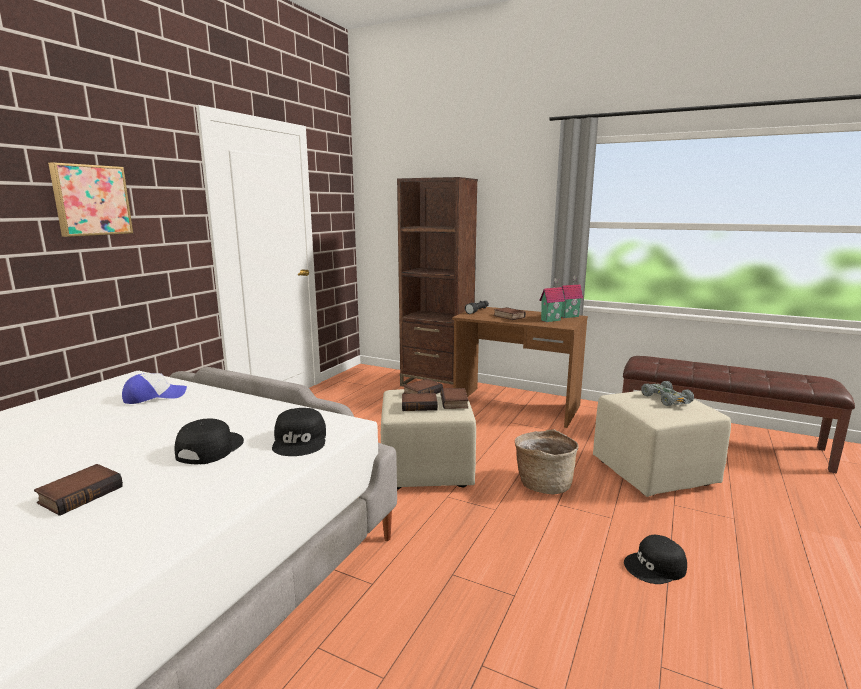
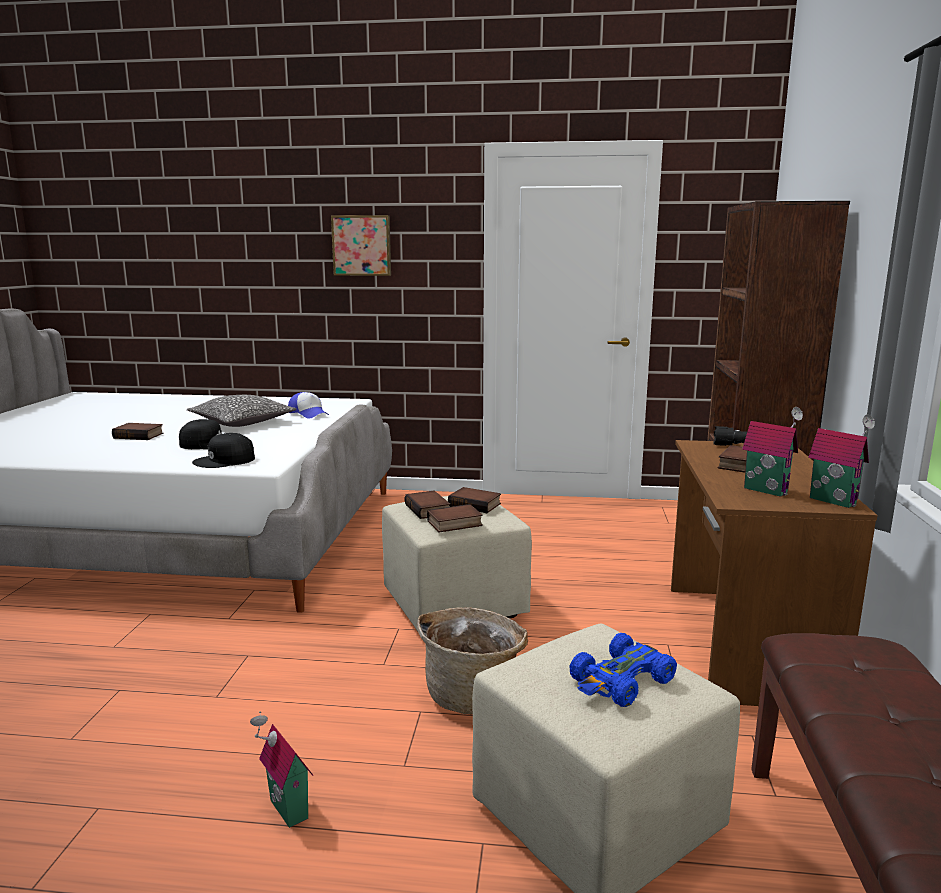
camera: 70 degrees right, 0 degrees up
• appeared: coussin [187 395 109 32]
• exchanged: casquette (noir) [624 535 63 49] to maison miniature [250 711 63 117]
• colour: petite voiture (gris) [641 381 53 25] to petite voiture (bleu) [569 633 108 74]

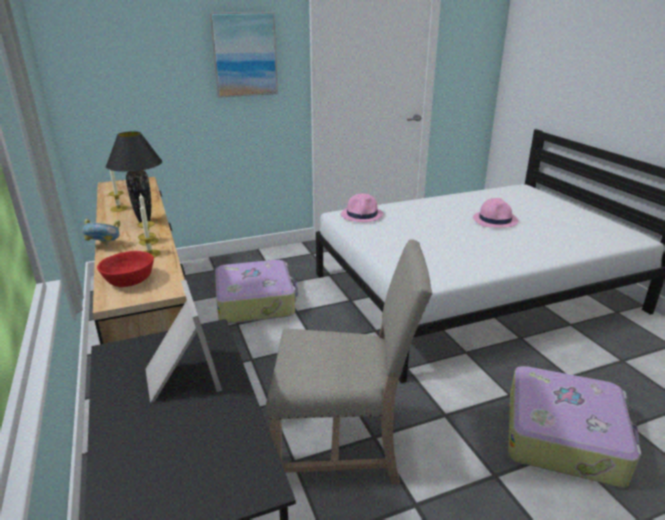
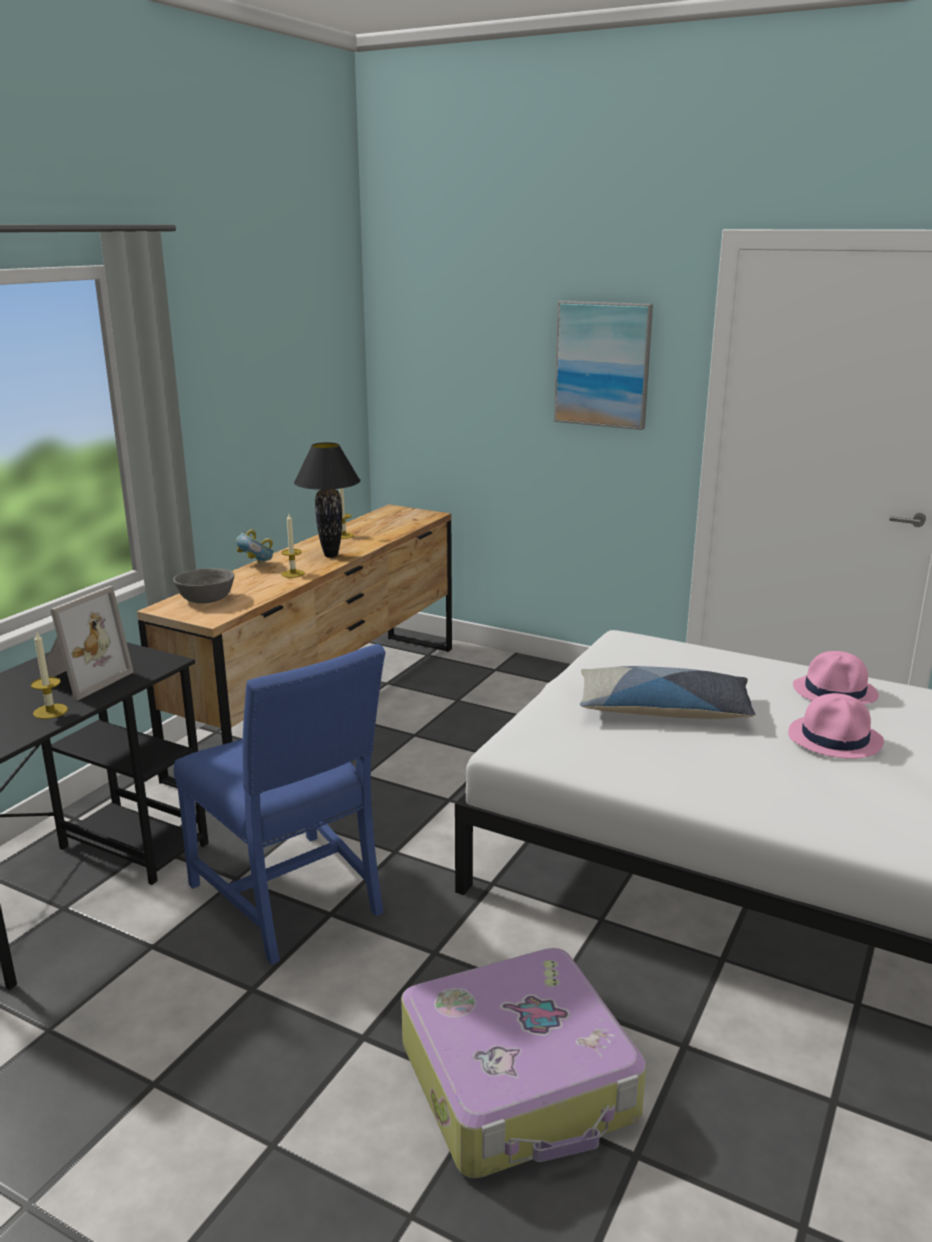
camera: 50 degrees right, 5 degrees down
• relocated: bougie [138 204 23 54] to [31 632 37 87]
• colour: bol (rouge) [97 251 57 36] to bol (gris) [173 568 62 35]
• colour: chaise (beige) [266 239 167 246] to chaise (bleu) [174 644 212 321]
• appeared: coussin [580 666 176 53]
• relocated: chapeau (rose) [341 193 43 29] to [793 651 86 53]
• missing: valise [215 260 83 64]

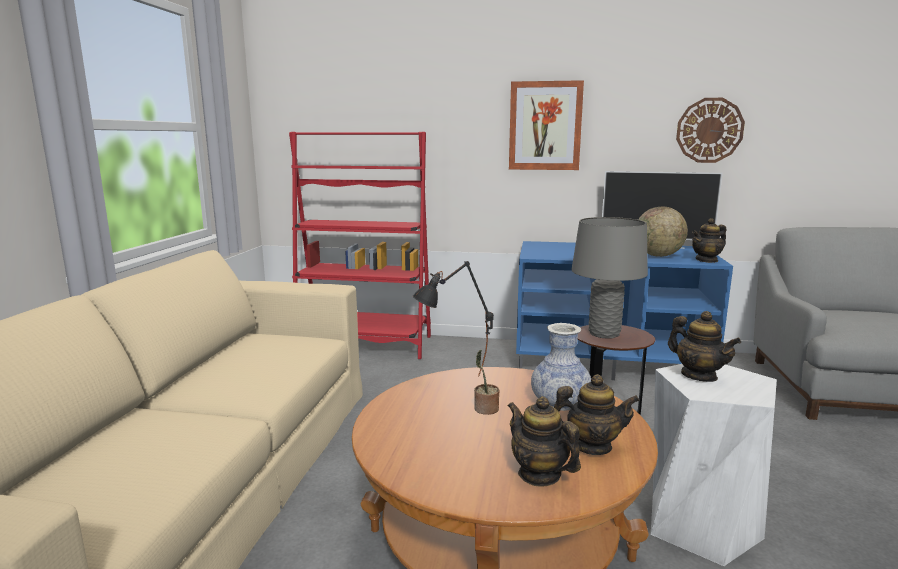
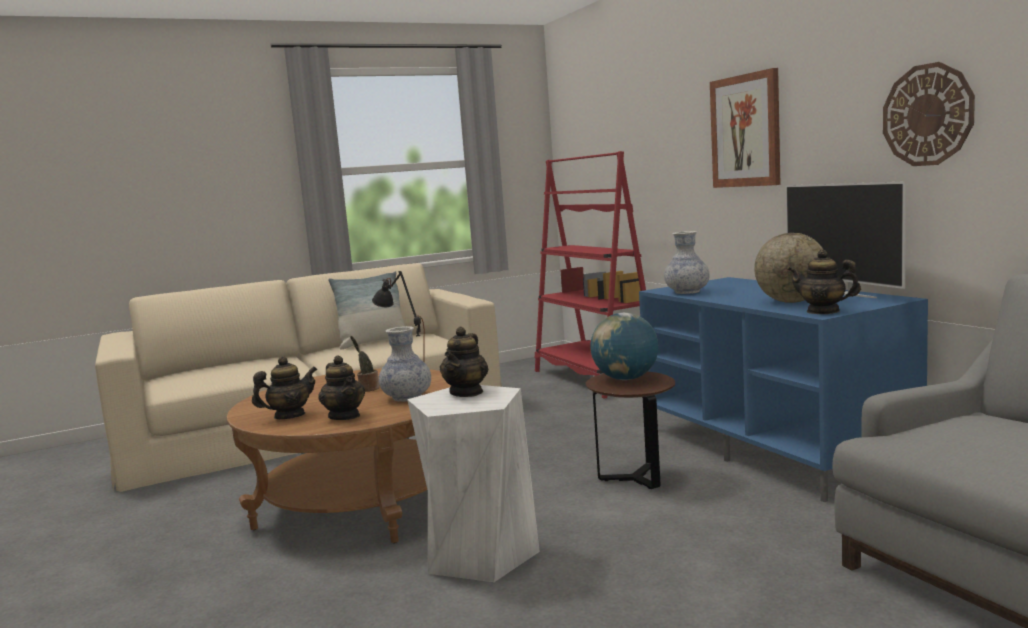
camera: 55 degrees right, 5 degrees down
• spun: théière [508 396 73 91] = [252 356 65 63] 45 degrees clockwise
• appeared: coussin [328 271 77 79]
• exchanged: lampe de table (gris) [571 217 77 121] to globe [590 313 68 67]
• appeared: vase [664 231 45 63]

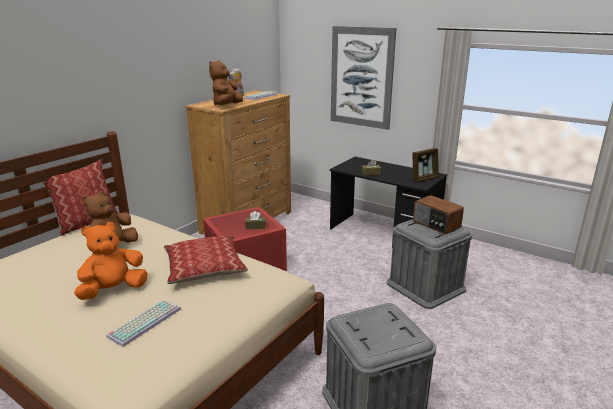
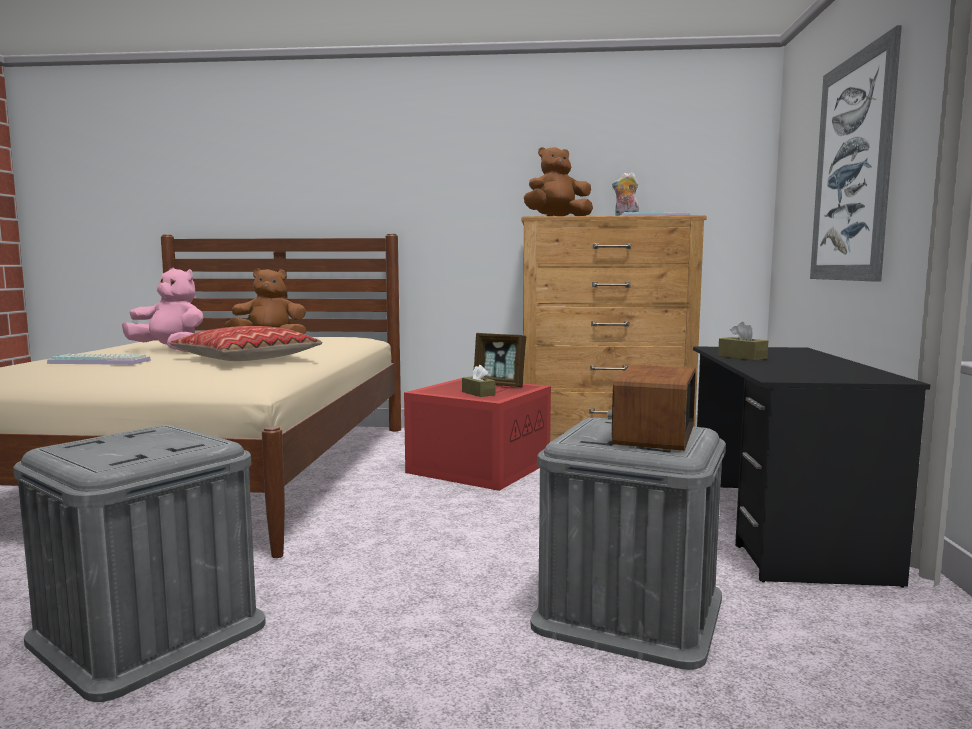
camera: 60 degrees right, 15 degrees down
• colour: peluche (orange) [74 222 74 78] to peluche (rose) [122 268 82 84]
• relocated: cadre photo [412 148 27 34] to [473 333 53 54]
• missing: coussin [42 160 76 76]

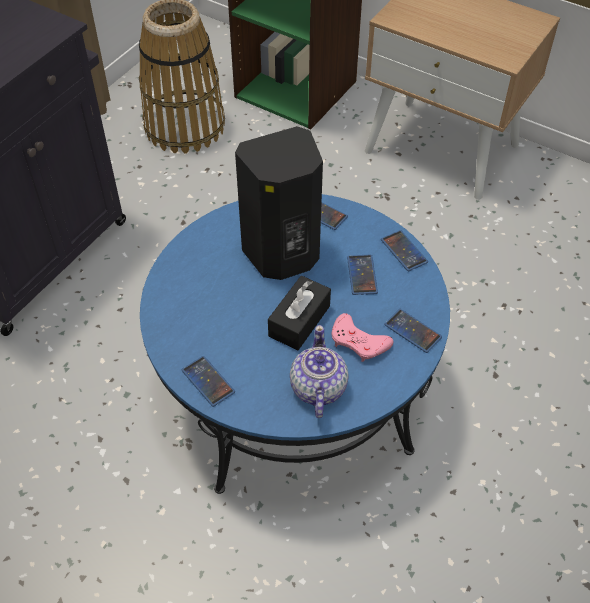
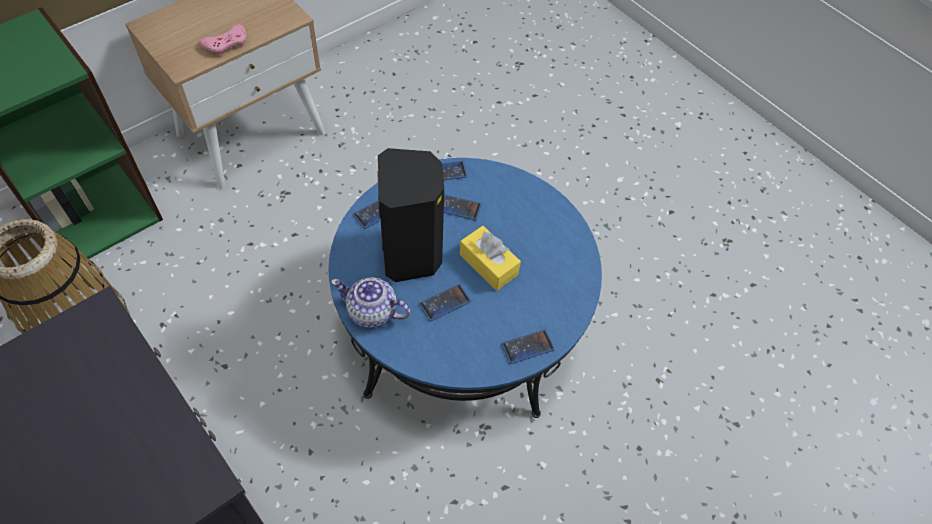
camera: 75 degrees left, 5 degrees up
• relocated: manette (rose) [332 313 61 49] to [199 24 47 33]
• relocated: théière [290 325 59 93] to [331 277 79 51]
• relocated: téléphone [384 309 58 44] to [419 284 52 37]
• colour: boîte à mouchoirs (noir) [268 276 63 74] to boîte à mouchoirs (jaune) [460 226 61 65]

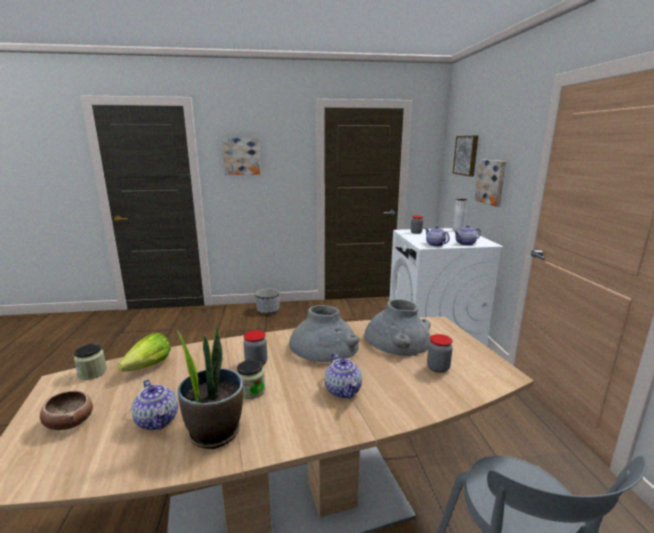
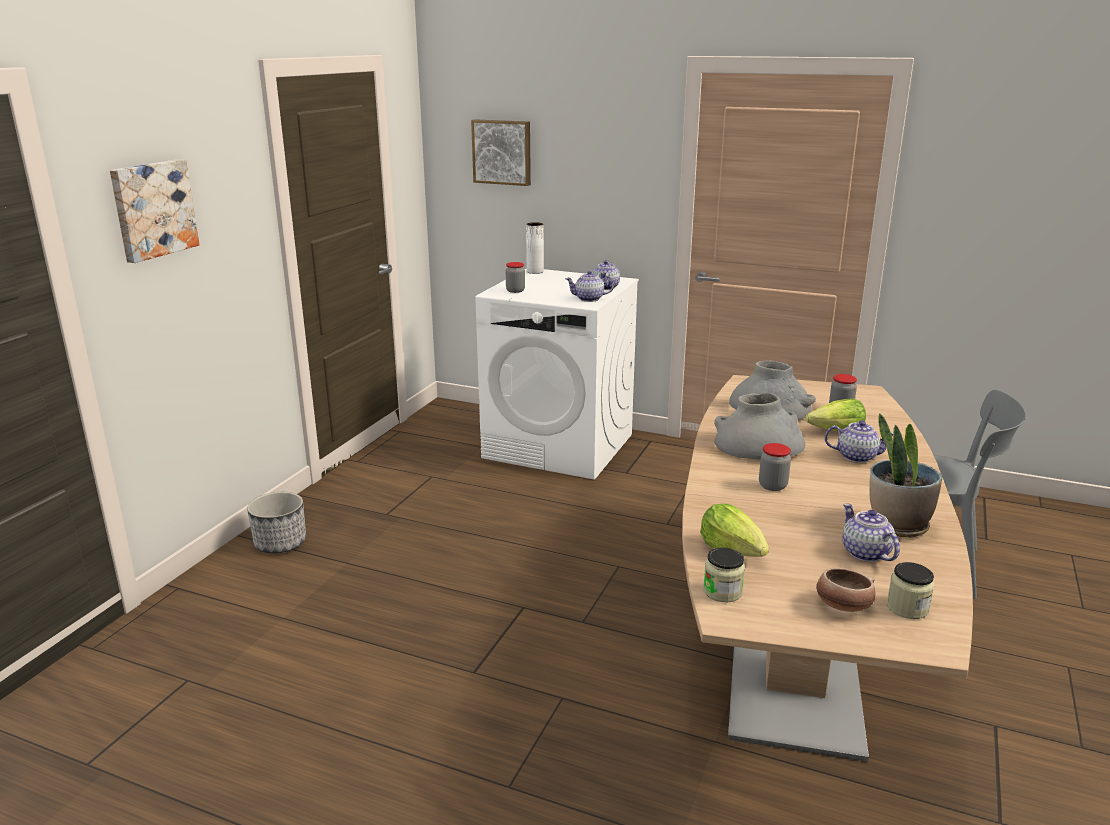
camera: 60 degrees left, 5 degrees up
• appeared: laitue [805 399 61 32]
• spun: théière [132 379 46 51] = [842 503 58 59] 105 degrees counterclockwise
• relocated: bocal [237 359 28 40] to [887 562 47 57]
• missing: tableau [474 159 32 48]

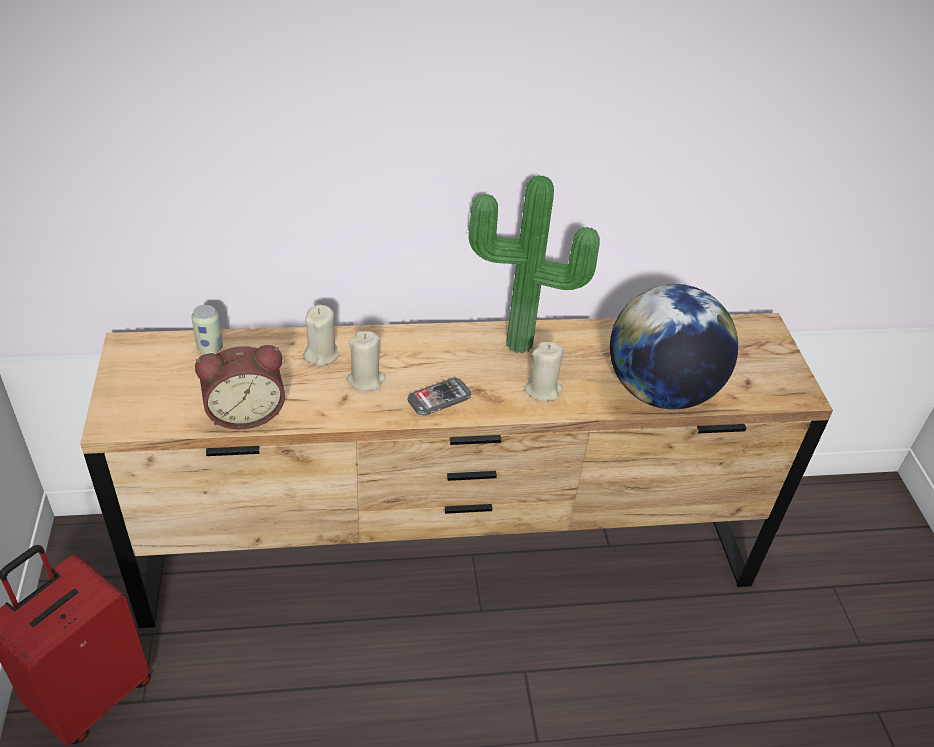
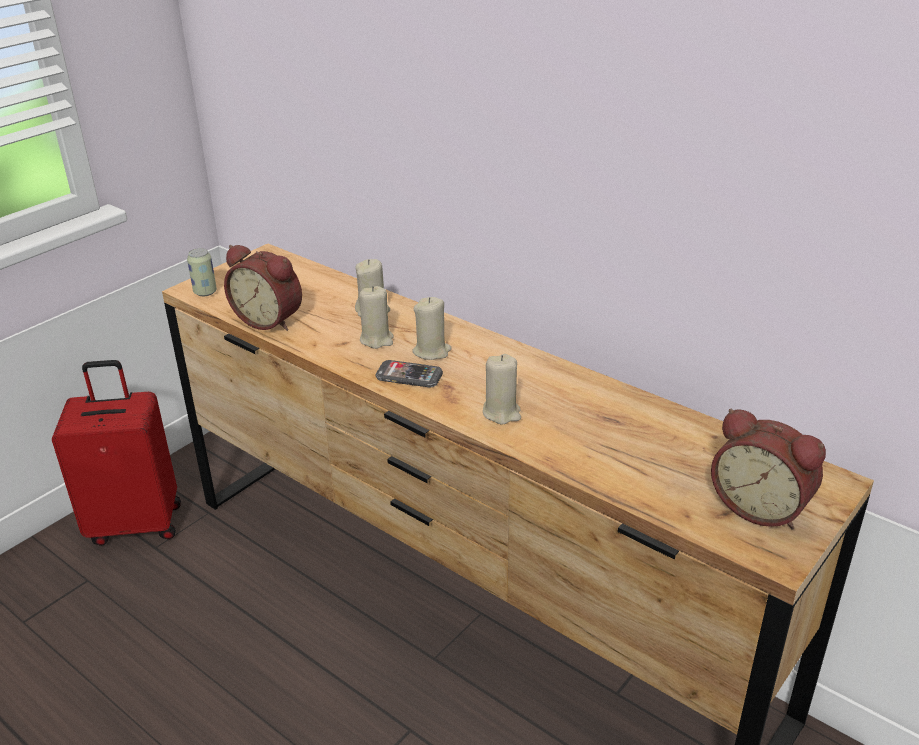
camera: 50 degrees right, 10 degrees down
• relocated: boîte métallique [192 305 31 49] to [187 248 30 48]
• appeared: bougie (beige) [412 297 39 63]
• appeared: réveil [711 409 115 121]
• missing: plante en pot [469 175 131 178]
• missing: globe [610 284 128 125]

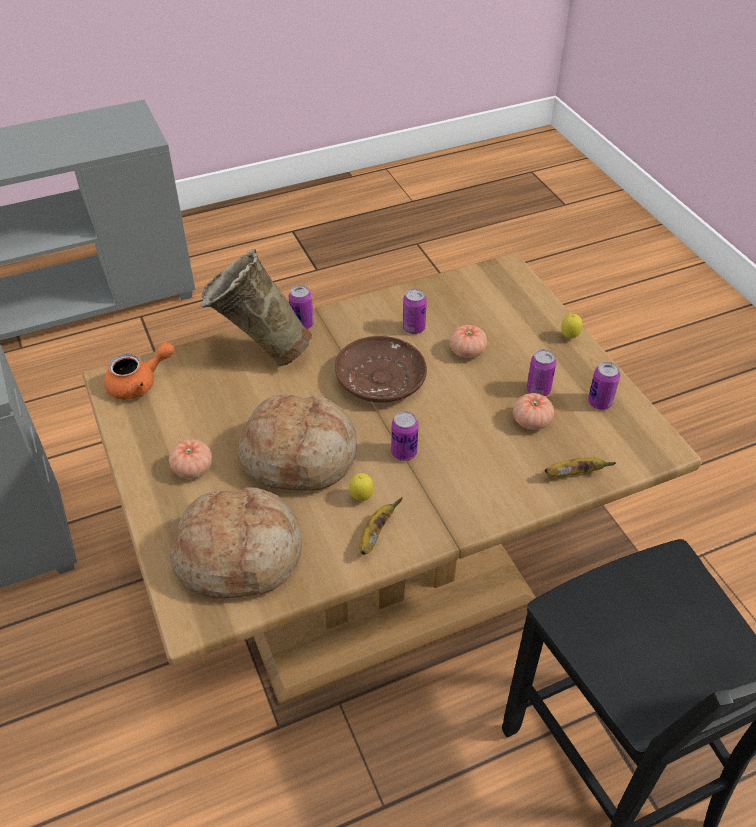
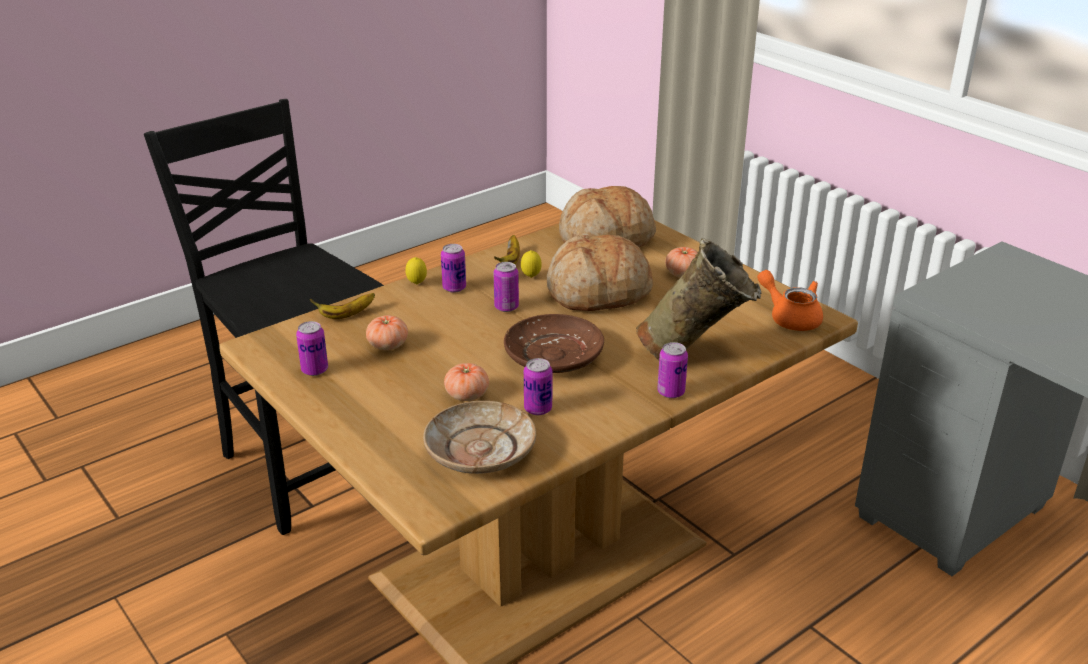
camera: 165 degrees right, 15 degrees down
• relocated: citron [561 314 22 24] to [405 257 22 28]
• appeared: assiette (beige) [423 401 113 73]
• relocated: boîte métallique [527 350 29 46] to [441 244 25 49]
• spun: théière (orange) [104 342 70 58] = [757 270 66 61] 90 degrees clockwise

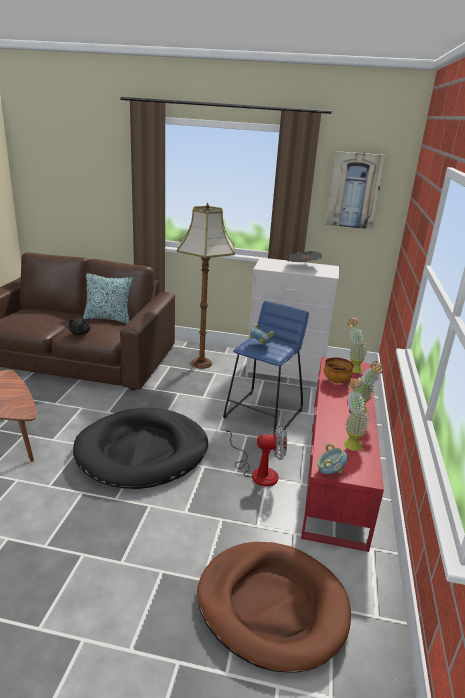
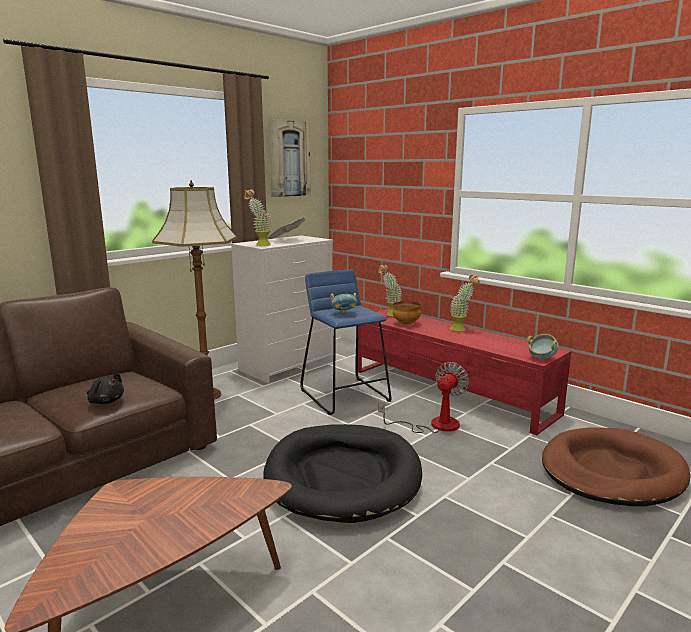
camera: 55 degrees left, 10 degrees down
• relocated: plante en pot [344 378 26 73] to [244 189 28 57]
• missing: coussin [83 273 50 51]

